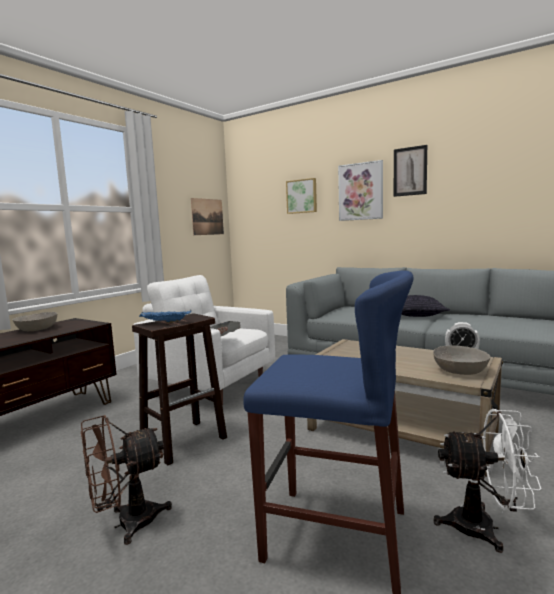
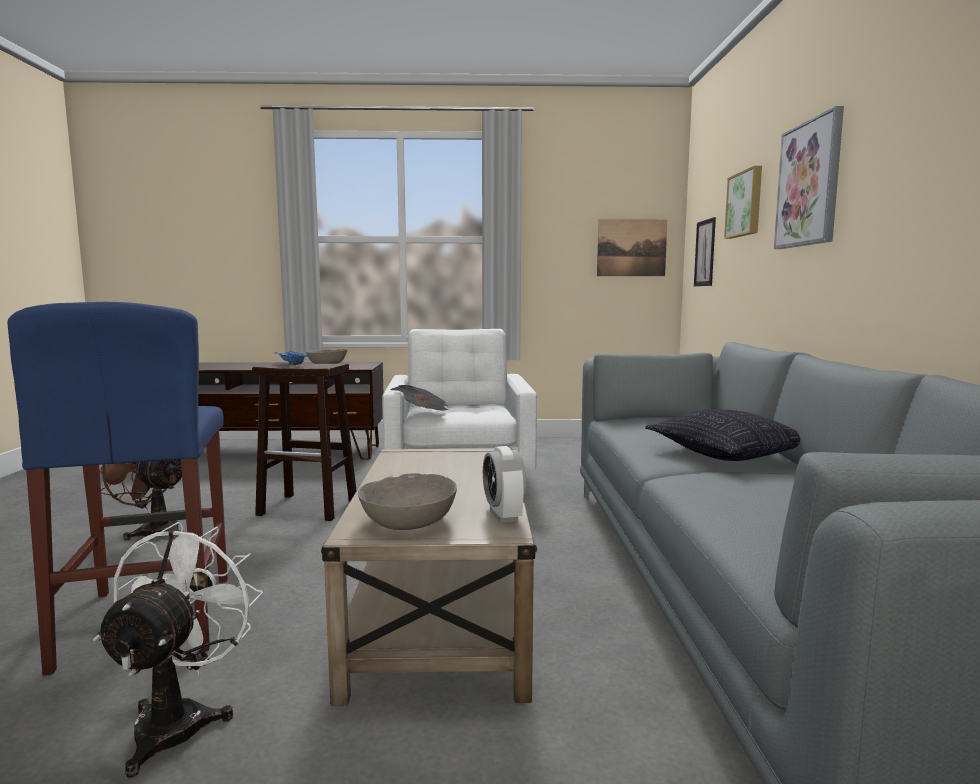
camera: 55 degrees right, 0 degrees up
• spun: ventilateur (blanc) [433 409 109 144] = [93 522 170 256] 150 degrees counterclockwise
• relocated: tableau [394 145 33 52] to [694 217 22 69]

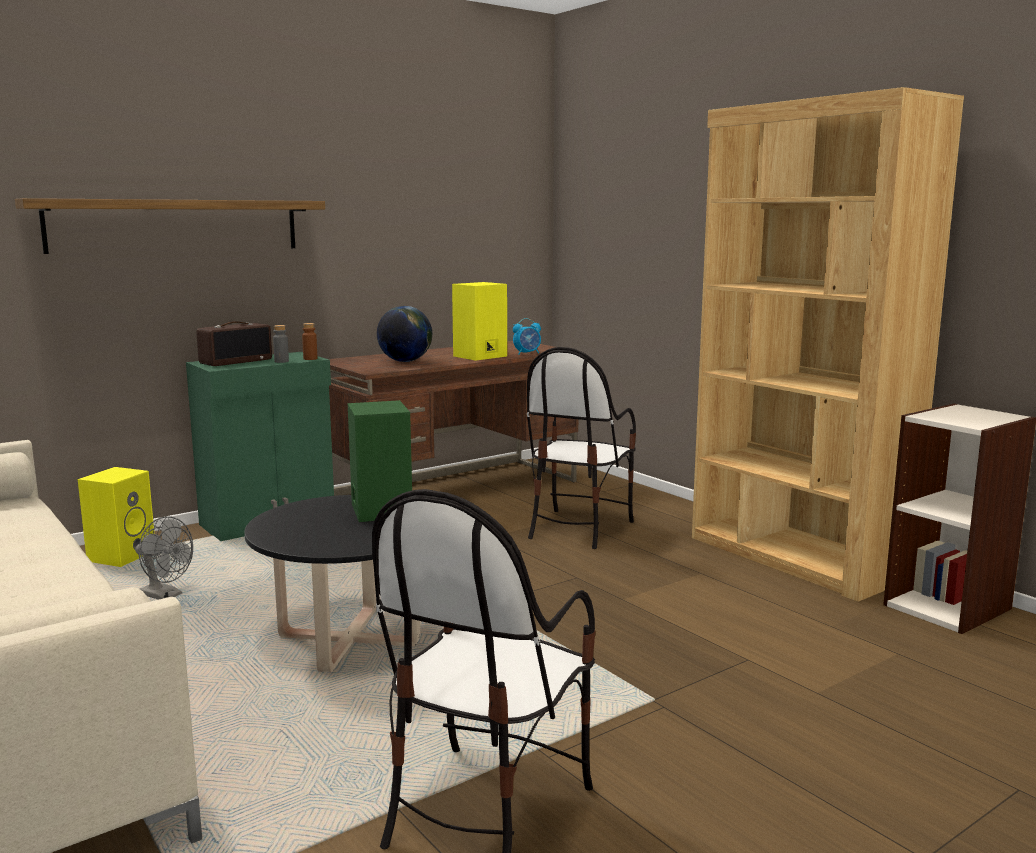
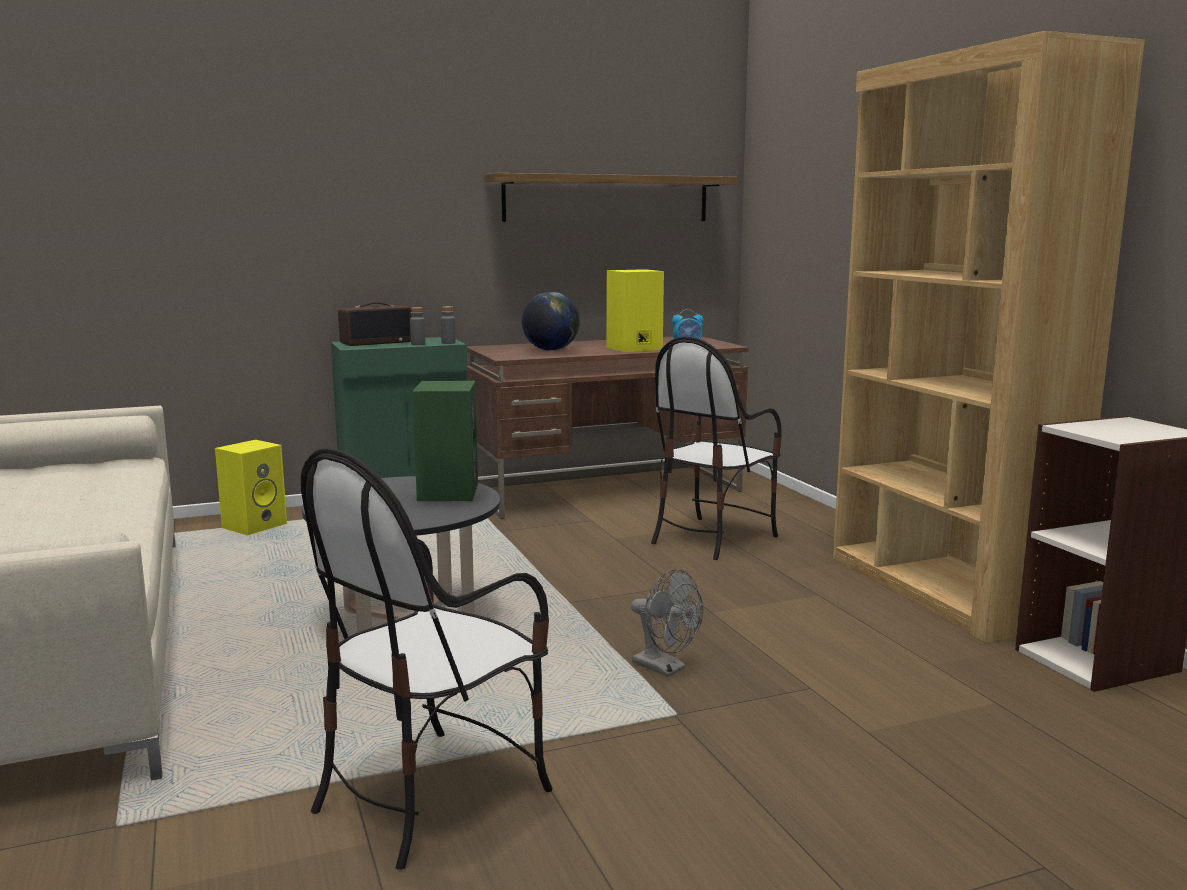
camera: 15 degrees right, 0 degrees up
• colour: bouteille (marron) [302 323 15 37] to bouteille (gris) [441 306 15 38]
• relocated: étagère [15 198 310 56] to [485 173 253 49]
• relocated: ventilateur (gris) [135 516 58 84] to [631 569 72 108]

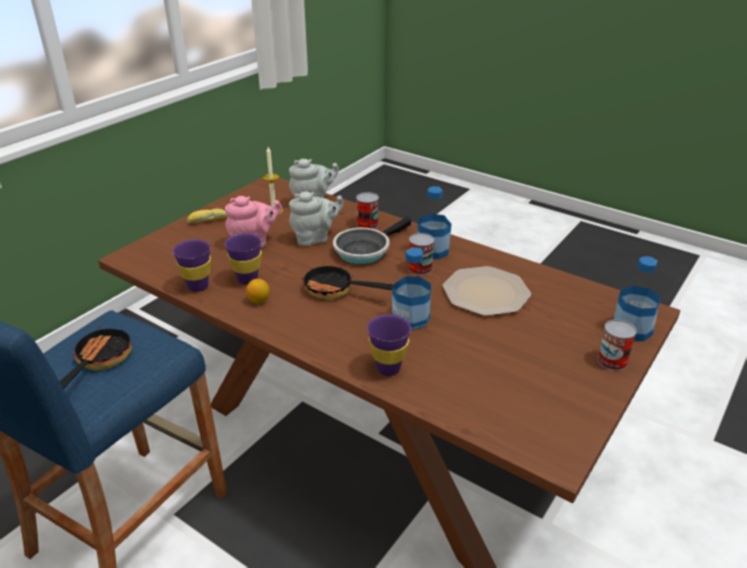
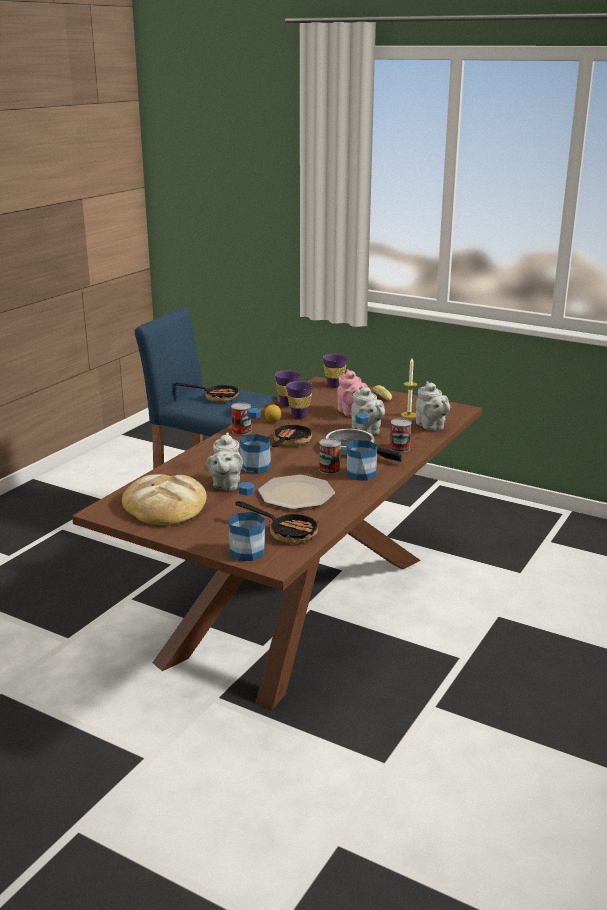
camera: 85 degrees right, 10 degrees down
• appeared: pain [122 474 85 51]
• appeared: théière (gris) [206 432 37 59]
• relocated: boîte métallique [597 319 40 52] to [231 402 21 33]
• appeared: poêle [235 501 84 42]
• relocated: tasse (violet) [367 314 44 62] to [323 354 24 34]

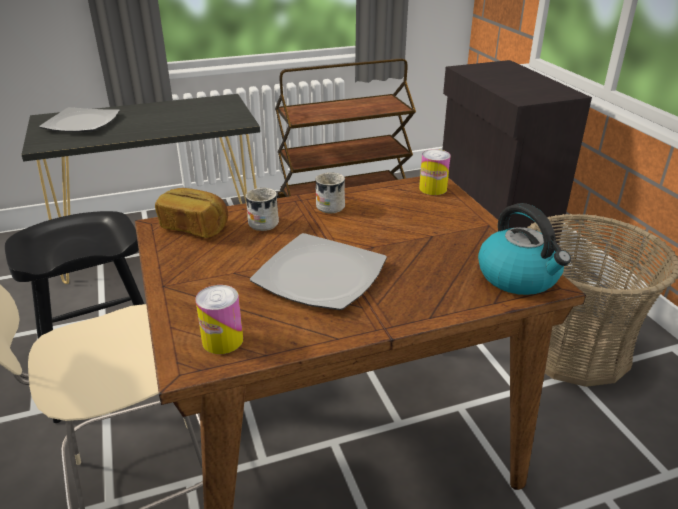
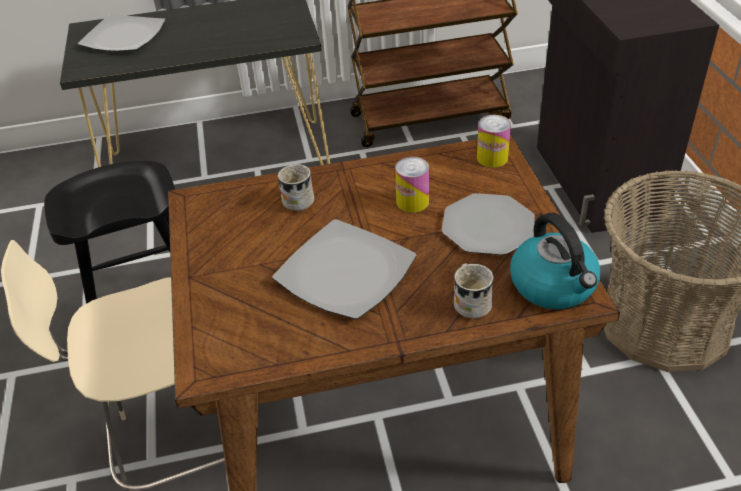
camera: 10 degrees right, 10 degrees up
• relocated: boîte métallique [195 285 48 69] to [395 157 34 56]
• appeared: assiette [442 193 93 62]
• relocated: mug (blanc) [315 173 30 40] to [454 263 40 56]
• missing: pain [155 188 73 50]

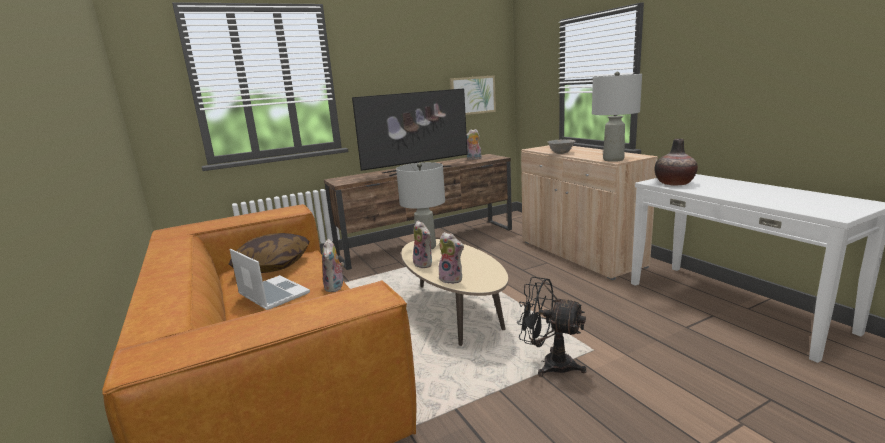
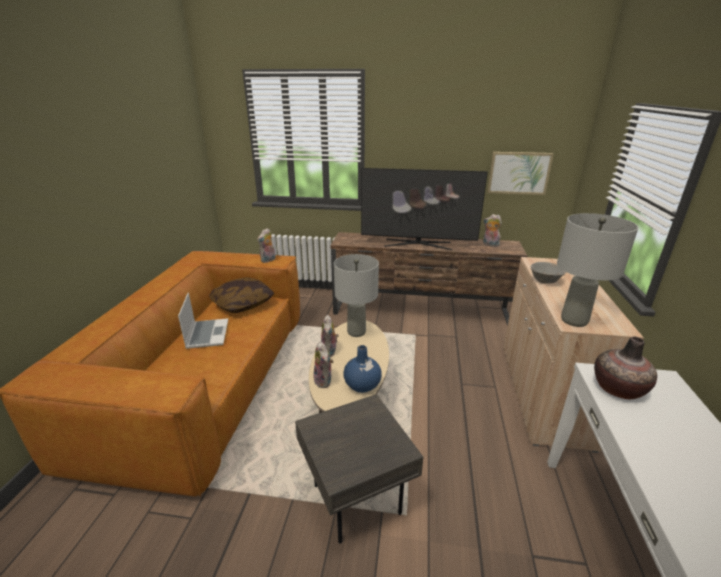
camera: 35 degrees right, 10 degrees up
• relocated: peluche [322 239 22 53] to [257 228 19 35]
• exchanged: ventilateur (noir) [517 277 69 100] to table d'appoint (gris) [295 394 128 149]
• appeared: vase (bleu) [344 345 37 48]

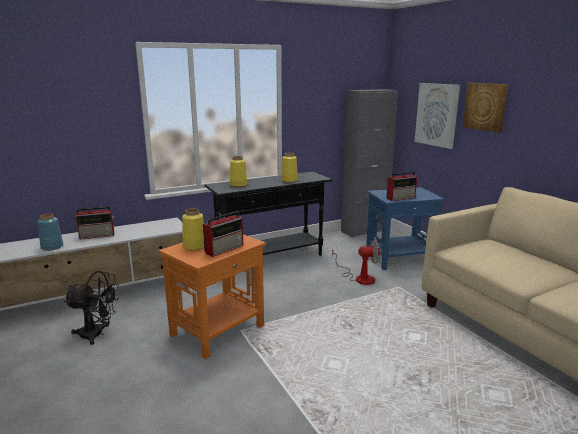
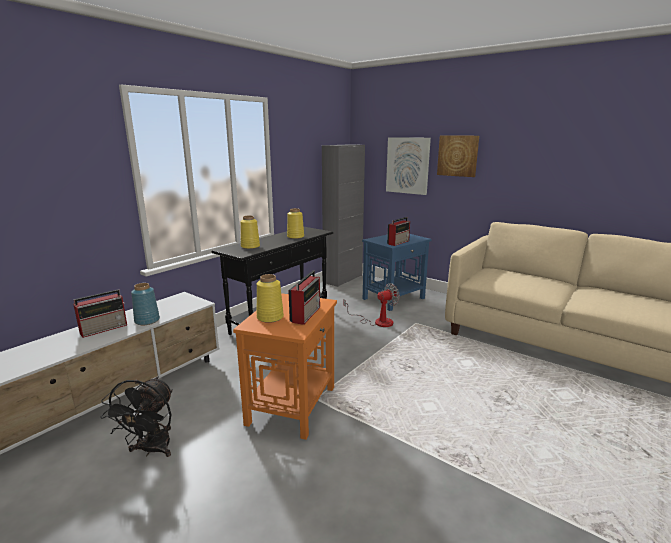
camera: 25 degrees left, 0 degrees up
• spun: ventilateur (noir) [64 271 55 74] = [101 377 72 80] 120 degrees clockwise
• relocated: vase (bleu) [38 214 25 37] to [131 283 29 42]

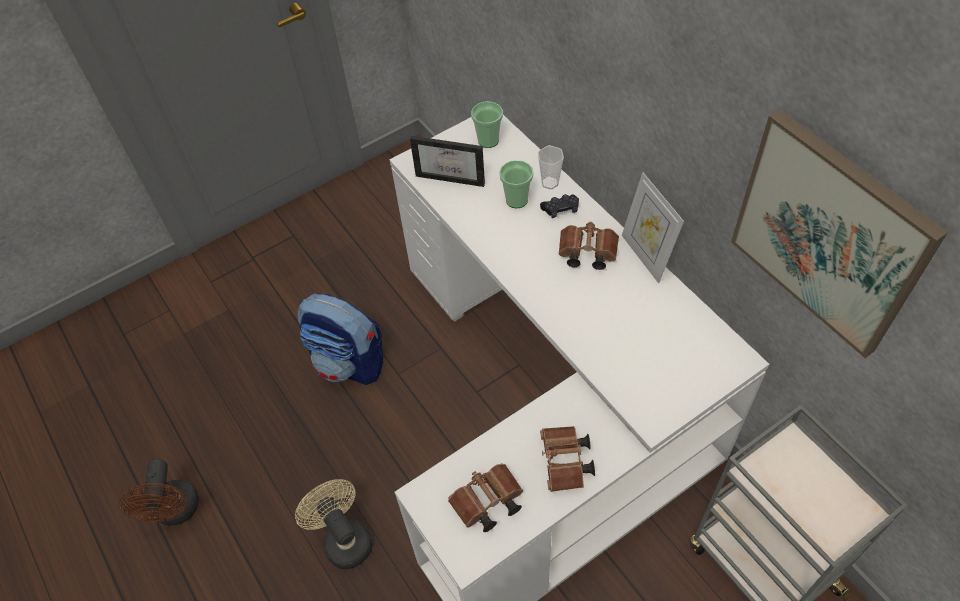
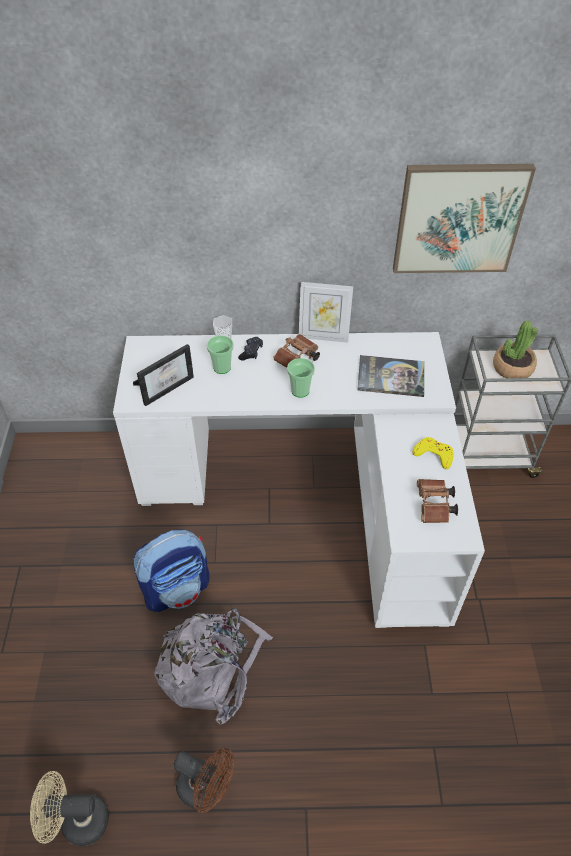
camera: 60 degrees left, 5 degrees down
• relocated: ventilateur (beige) [295 479 77 90] to [30 771 79 75]
• appeared: sac à dos (gris) [154 608 119 117]
• relocated: tasse [471 102 32 46] to [287 358 28 40]
• appeared: livre [358 355 66 42]
• exchanged: jumelles (marron) [540 426 55 66] to manette (jaune) [412 437 42 32]
• appeared: plante en pot [493 321 45 57]

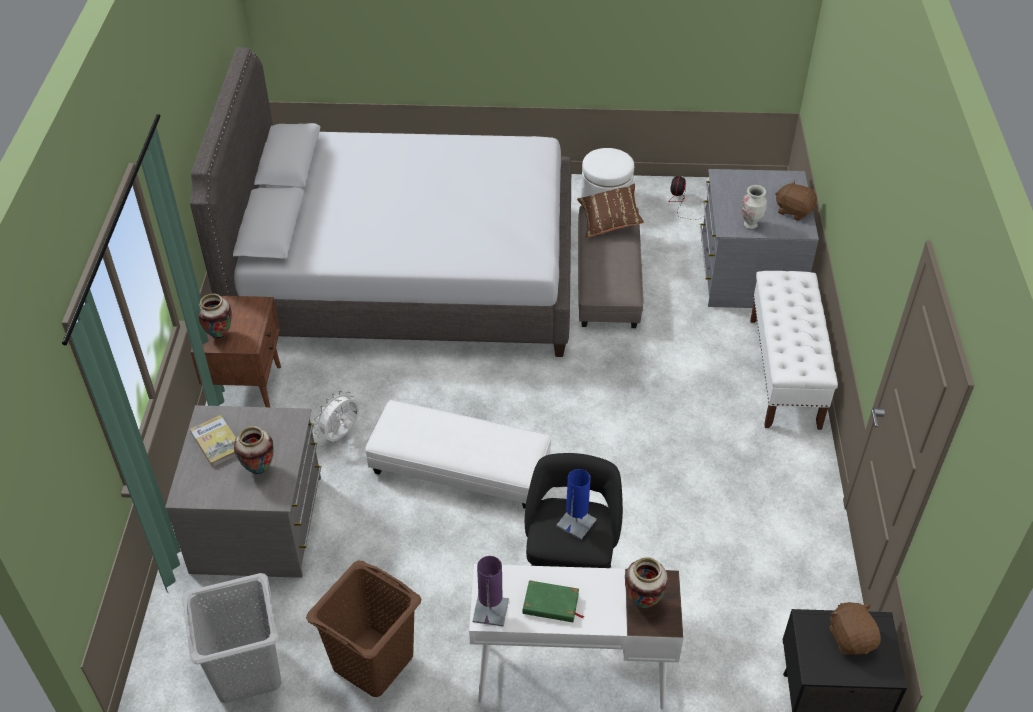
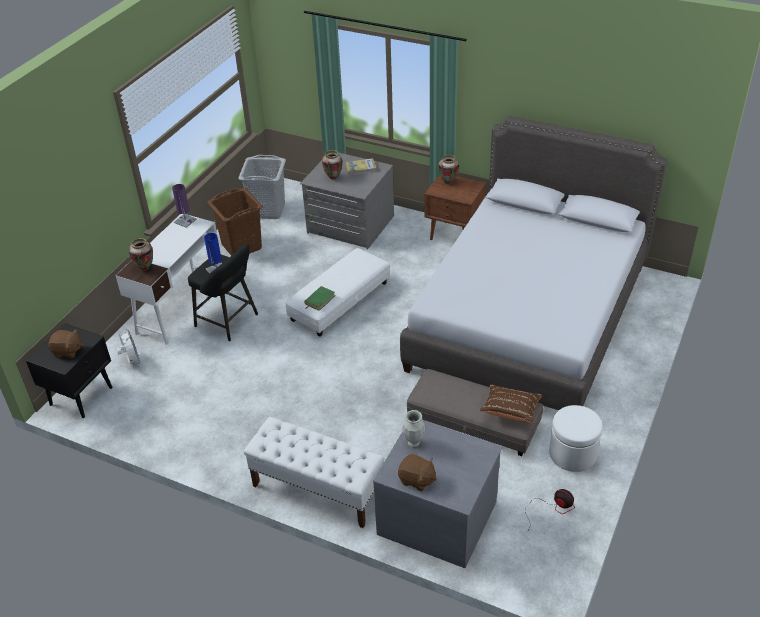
camera: 115 degrees right, 5 degrees down
• relocated: ventilateur (blanc) [313 391 46 50] to [117 329 23 36]
• relocated: livre (vert) [523 580 61 42] to [304 286 31 25]
• spun: peluche (marron) [775 180 42 41] = [398 454 39 37] 60 degrees clockwise

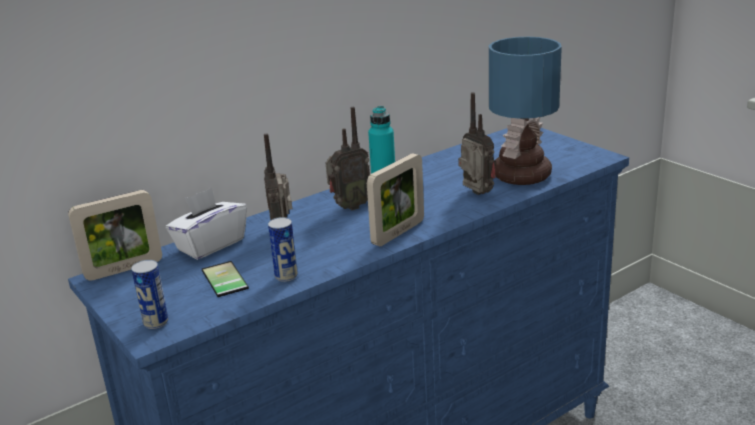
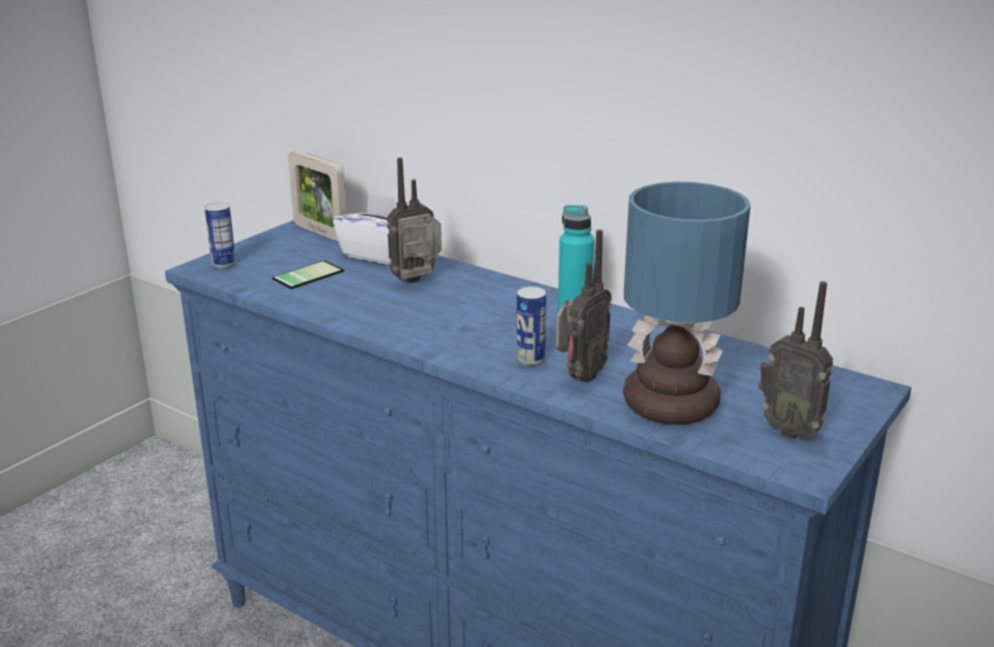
camera: 70 degrees right, 0 degrees up
• relocated: boîte métallique [268 217 30 65] to [516 286 30 80]
• relocated: radio [326 107 44 104] to [758 281 76 159]
• missing: cadre photo [367 153 57 93]

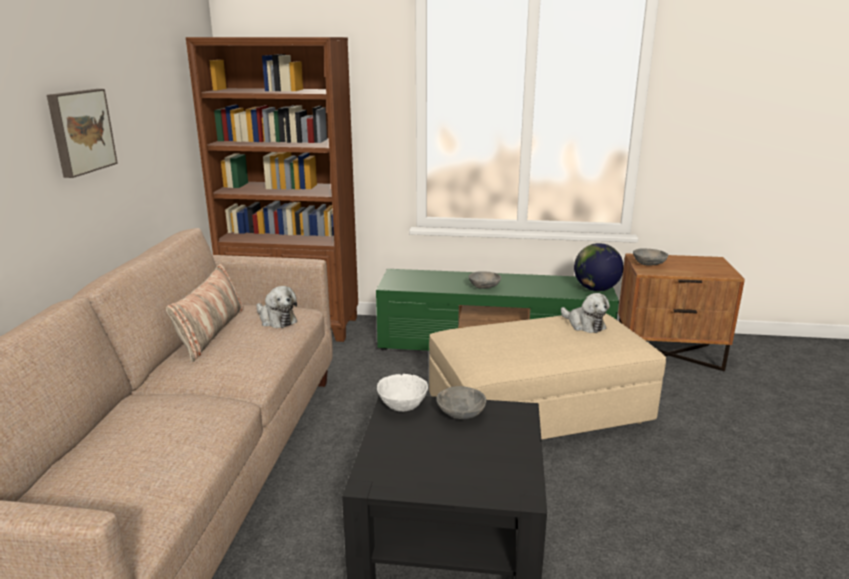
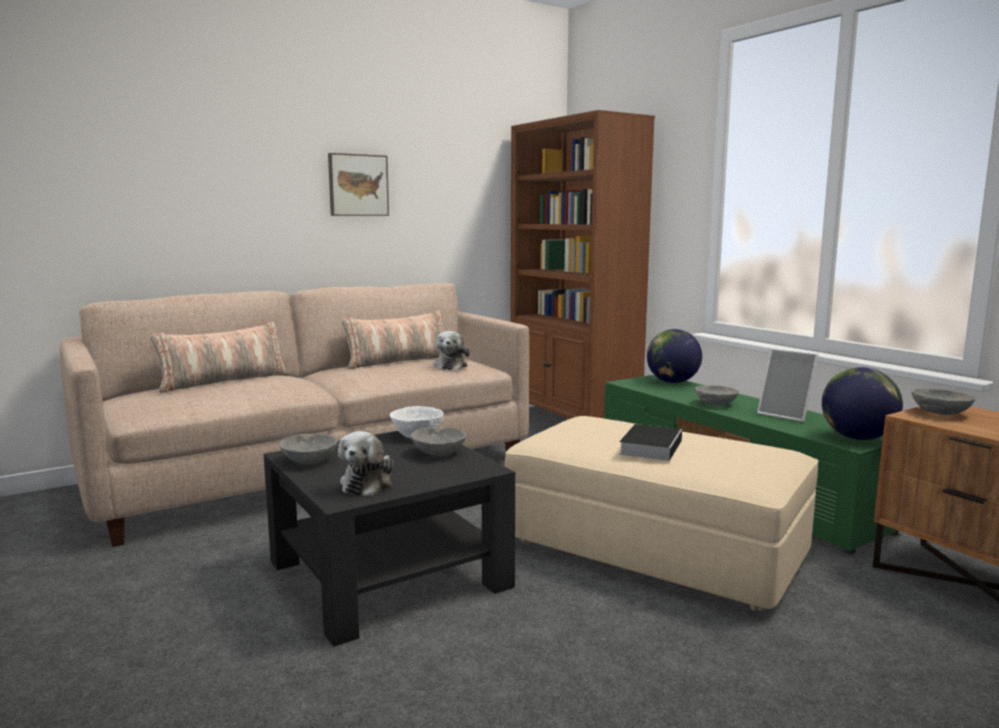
camera: 50 degrees right, 10 degrees down
• appeared: coussin [150 322 139 71]
• appeared: bol (gris) [279 434 59 30]
• relocated: peluche [561 293 49 40] to [338 431 56 65]
• appeared: livre [619 424 63 37]
• appeared: globe [647 329 55 54]
• appeared: cadre photo [757 348 61 74]

